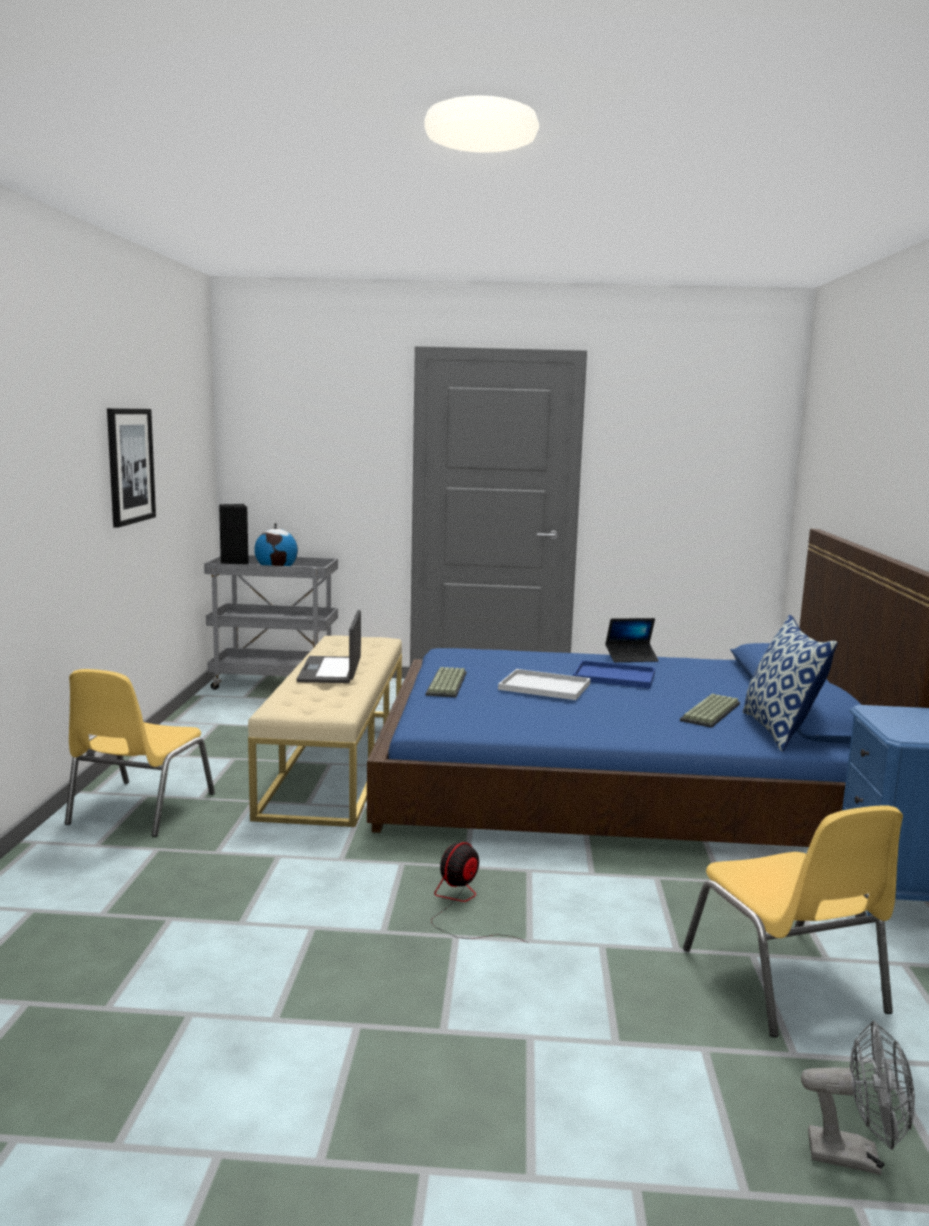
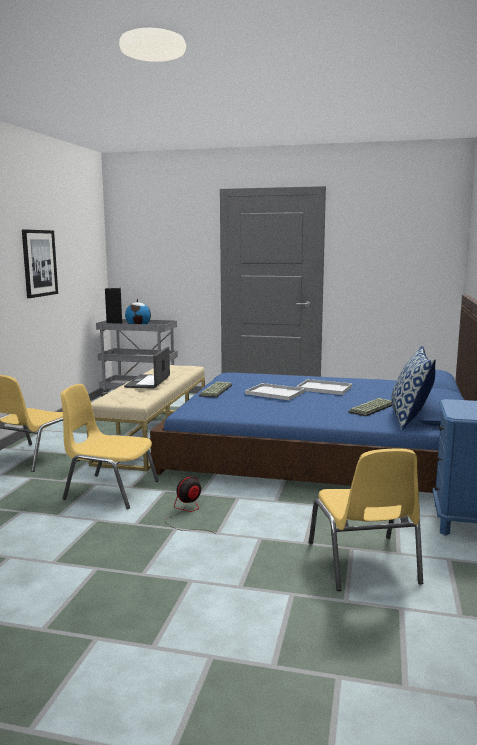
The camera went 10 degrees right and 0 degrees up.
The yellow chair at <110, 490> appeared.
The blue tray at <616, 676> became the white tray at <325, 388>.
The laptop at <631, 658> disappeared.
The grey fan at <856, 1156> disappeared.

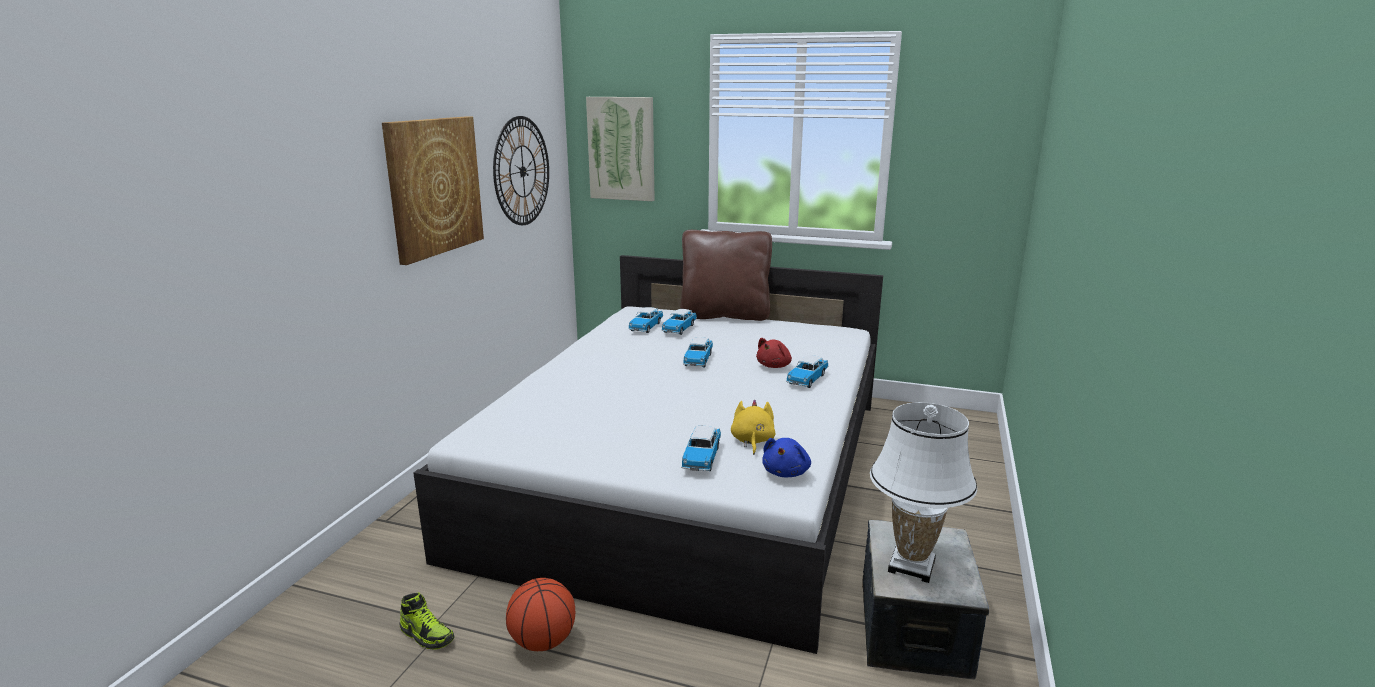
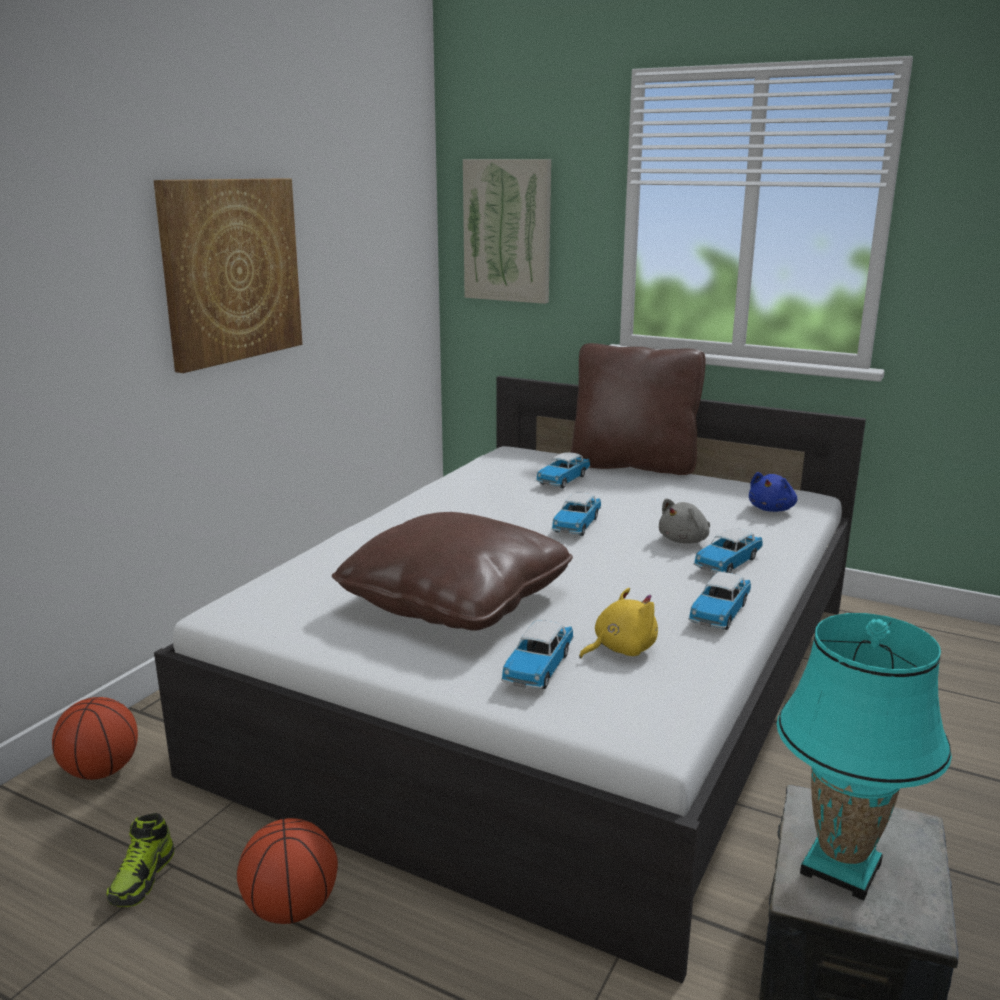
The camera went 10 degrees right and 0 degrees up.
The basketball at <101, 771> appeared.
The shoe at <427, 635> turned 60 degrees clockwise.
The brown pillow at <455, 601> appeared.
The yellow plush toy at <752, 441> turned 45 degrees clockwise.
The red plush toy at <774, 366> became the grey plush toy at <685, 540>.
The toy car moved from <646, 327> to <719, 613>.
The blue plush toy moved from <786, 472> to <772, 509>.
The white table lamp at <911, 566> became the turquoise table lamp at <840, 868>.
The wall clock at <522, 171> disappeared.

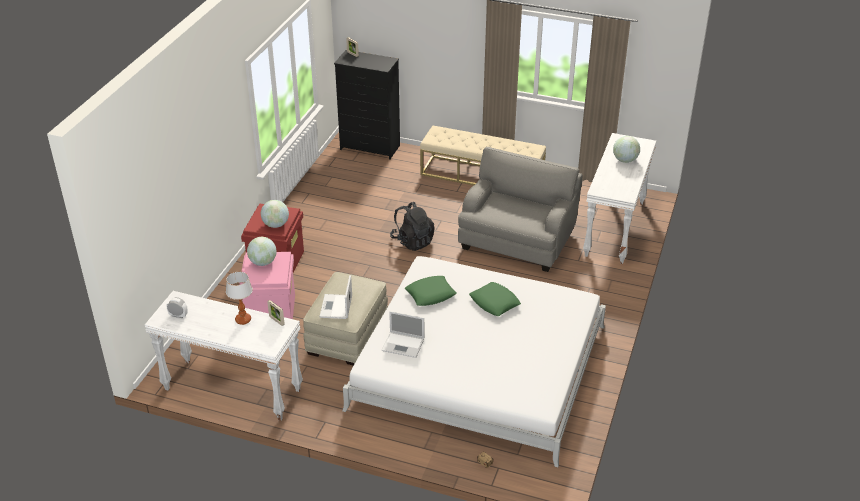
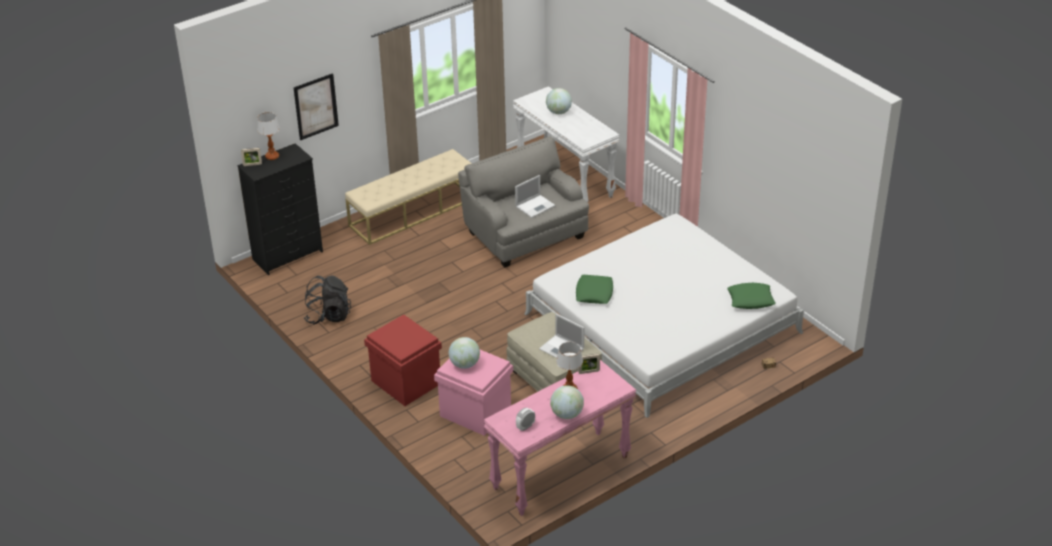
The camera went 55 degrees left and 0 degrees up.
The table lamp at <272, 157> appeared.
The picture at <316, 106> appeared.
The black backpack moved from <412, 241> to <328, 316>.
The white console table at <231, 390> became the pink console table at <561, 473>.
The laptop moved from <404, 345> to <536, 206>.
The globe moved from <276, 225> to <567, 414>.
The green pillow moved from <494, 302> to <750, 300>.

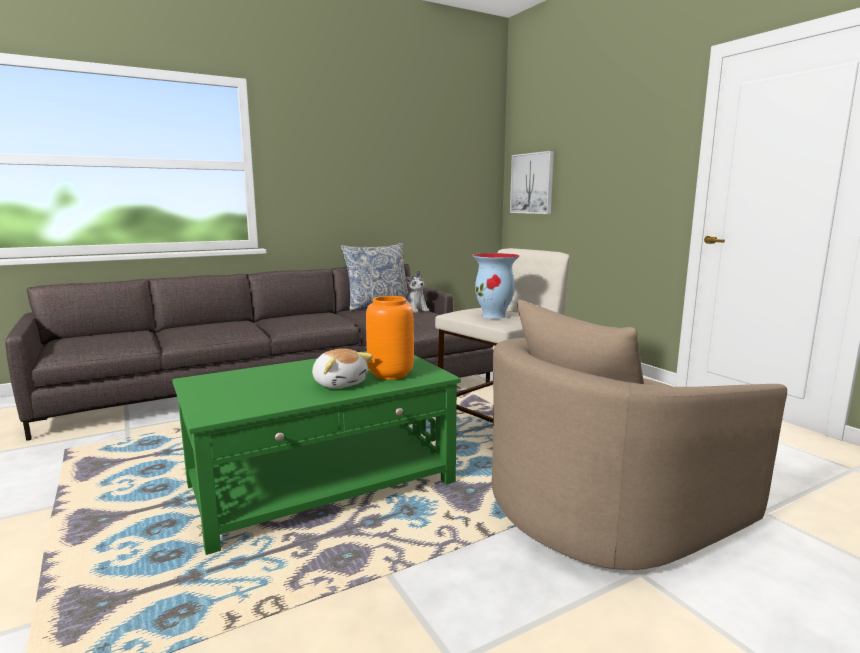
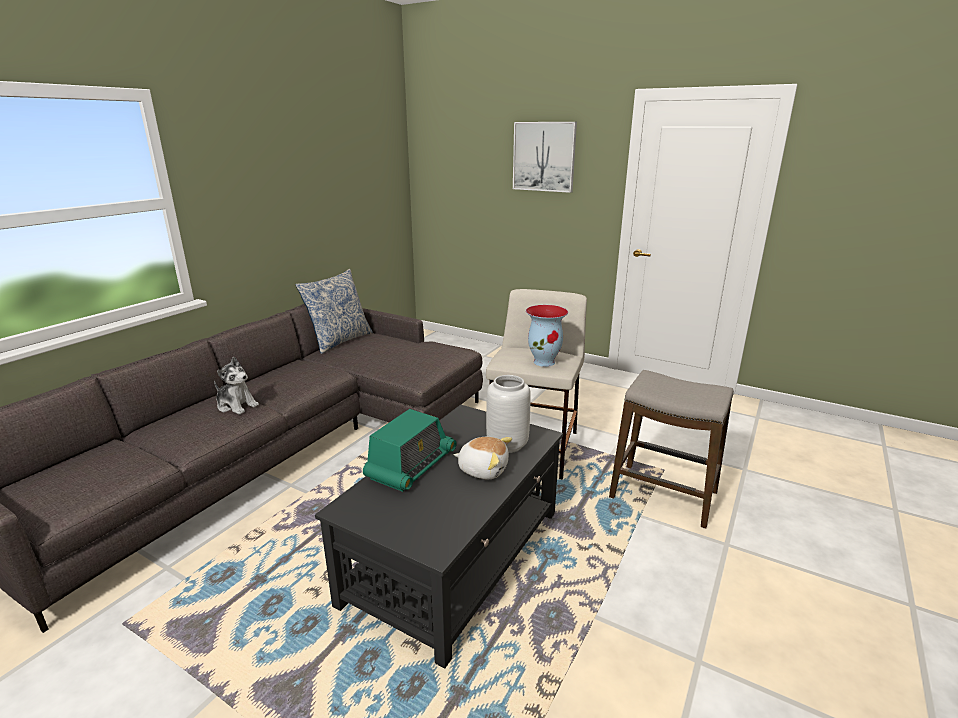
The camera went 30 degrees left and 10 degrees up.
The plush toy moved from <414, 310> to <236, 405>.
The green coffee table at <323, 484> became the black coffee table at <456, 555>.
The radio at <411, 466> appeared.
The orange vase at <391, 375> became the grey vase at <508, 445>.
The picture moved from <532, 183> to <544, 156>.
The beige armchair at <607, 504> was replaced by the stool at <663, 495>.

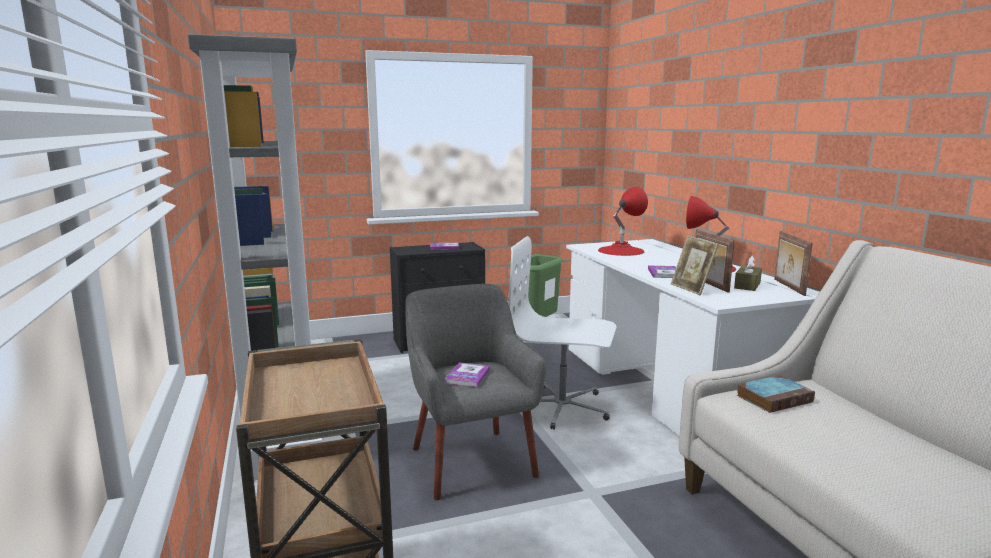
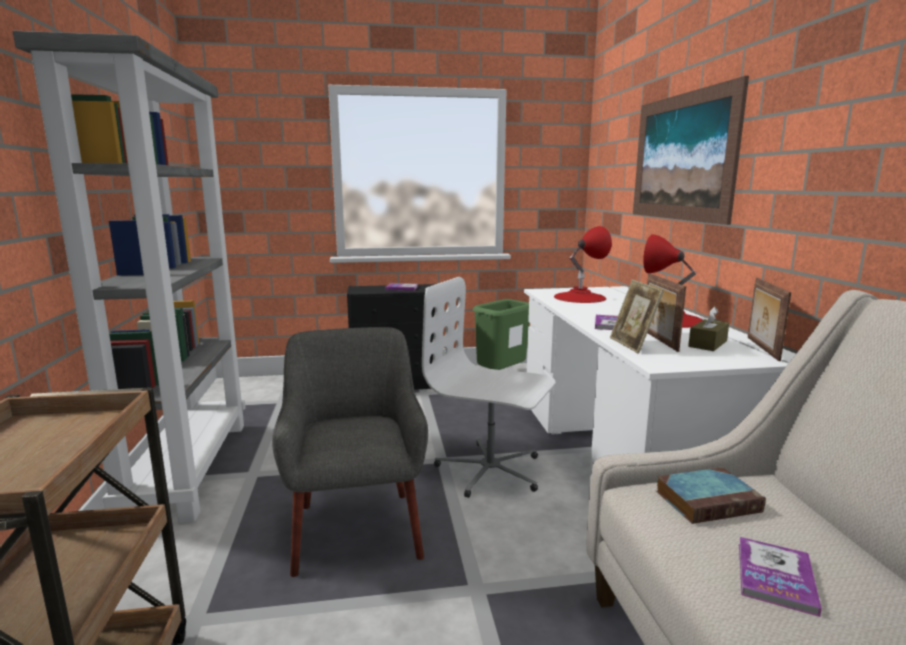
The camera went 10 degrees right and 0 degrees up.
The picture at <682, 157> appeared.
The book moved from <467, 376> to <775, 577>.

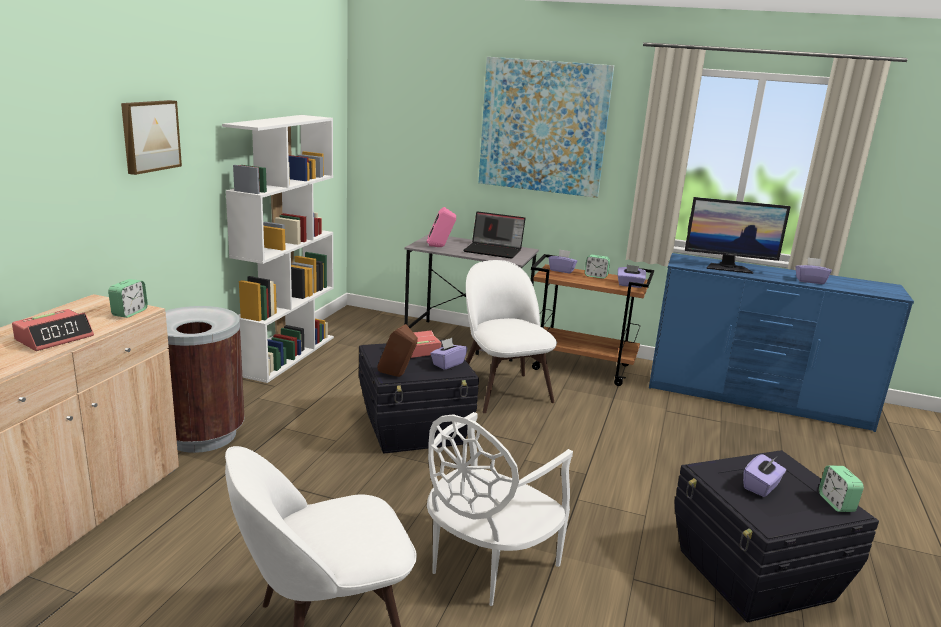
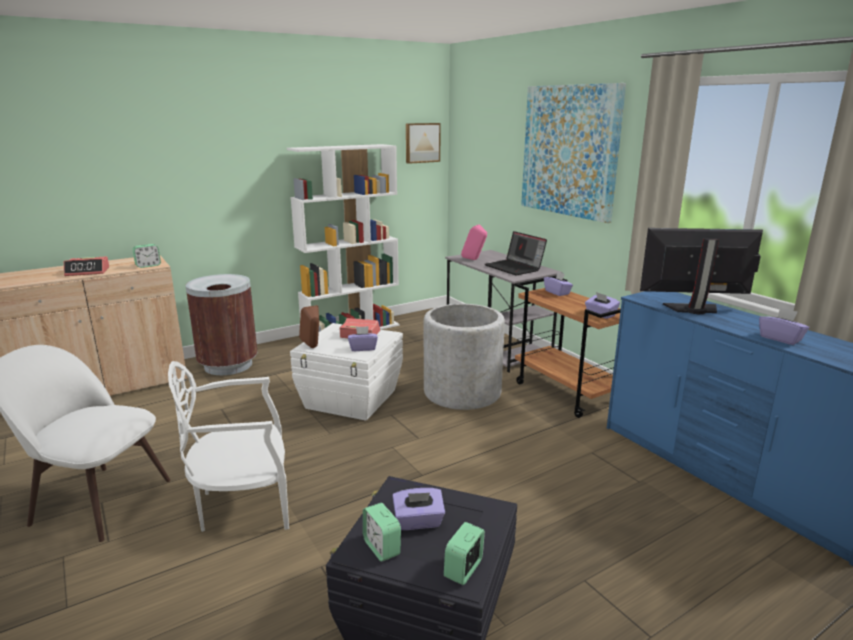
The camera went 40 degrees right and 0 degrees up.
The black storage box at <415, 429> became the white storage box at <351, 399>.
The alarm clock moved from <596, 276> to <381, 547>.
The picture moved from <149, 136> to <422, 142>.
The white chair at <503, 390> was replaced by the grey planter at <462, 392>.
The monitor at <728, 268> turned 135 degrees clockwise.

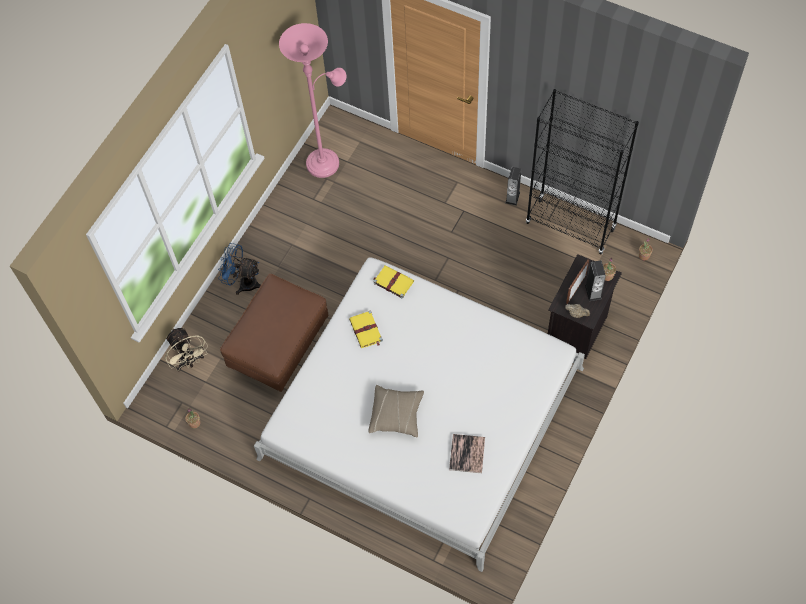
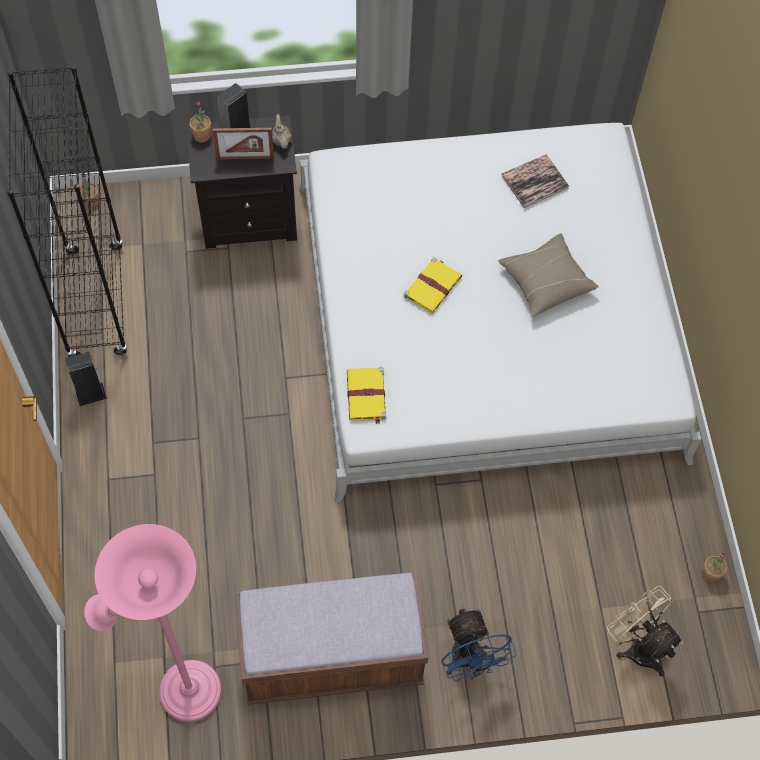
The camera went 130 degrees left and 0 degrees up.
The brown bench at <332, 657> appeared.
The yellow book moved from <366, 331> to <433, 286>.
The beige fan at <189, 362> turned 60 degrees counterclockwise.
The brown ottoman at <279, 346> disappeared.

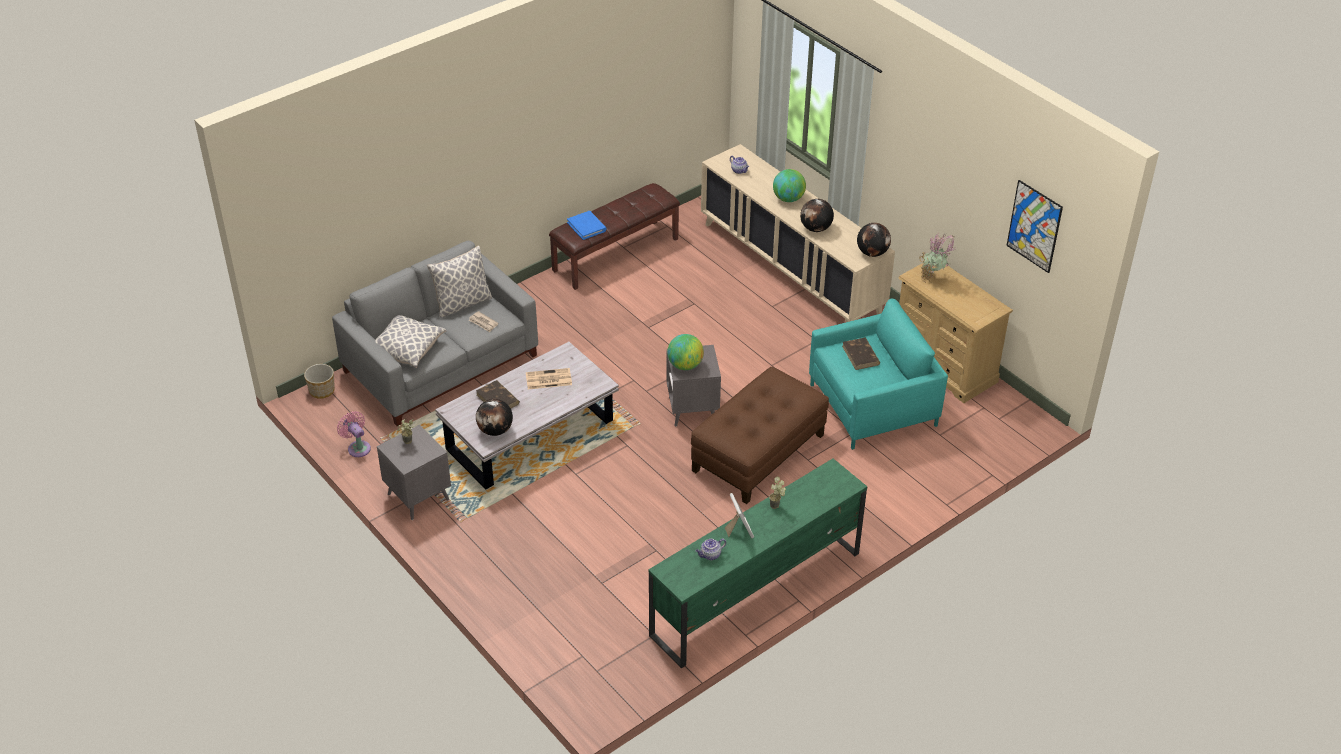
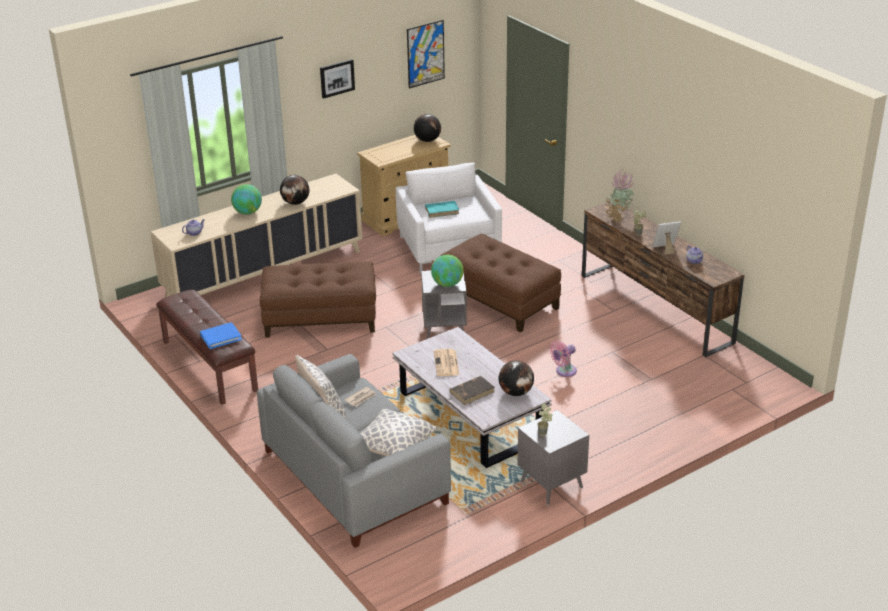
The camera went 85 degrees left and 10 degrees down.
The brown ottoman at <320, 318> appeared.
The picture at <337, 78> appeared.
The turquoise armchair at <872, 405> became the white armchair at <448, 248>.
The globe moved from <872, 253> to <427, 140>.
The brown book at <861, 356> became the turquoise book at <442, 210>.
The pink fan moved from <358, 447> to <564, 371>.
The green tv stand at <755, 594> became the brown tv stand at <655, 309>.
The potted plant moved from <933, 279> to <617, 218>.
The planter at <322, 390> disappeared.

